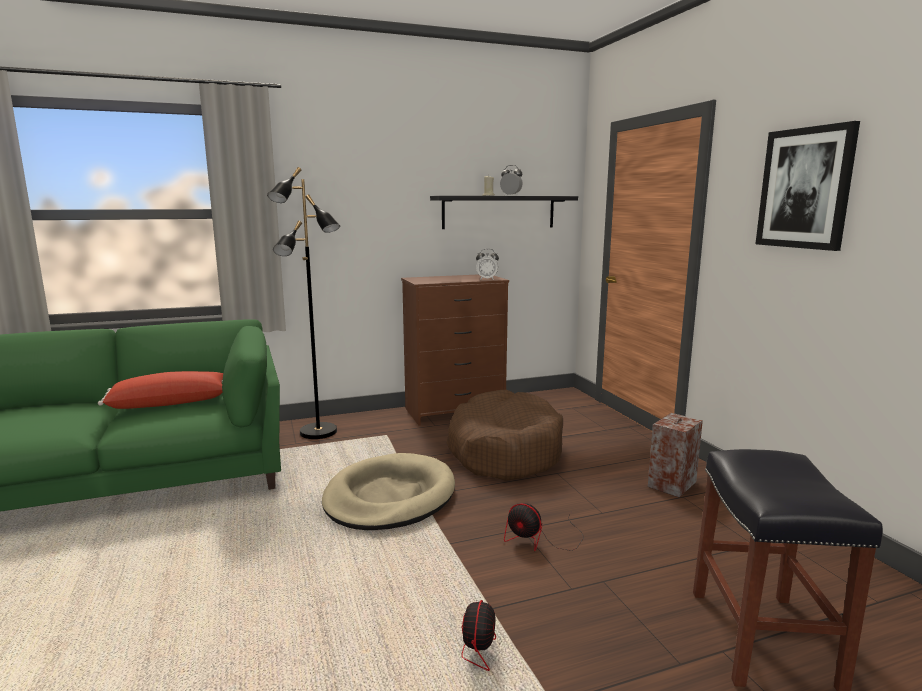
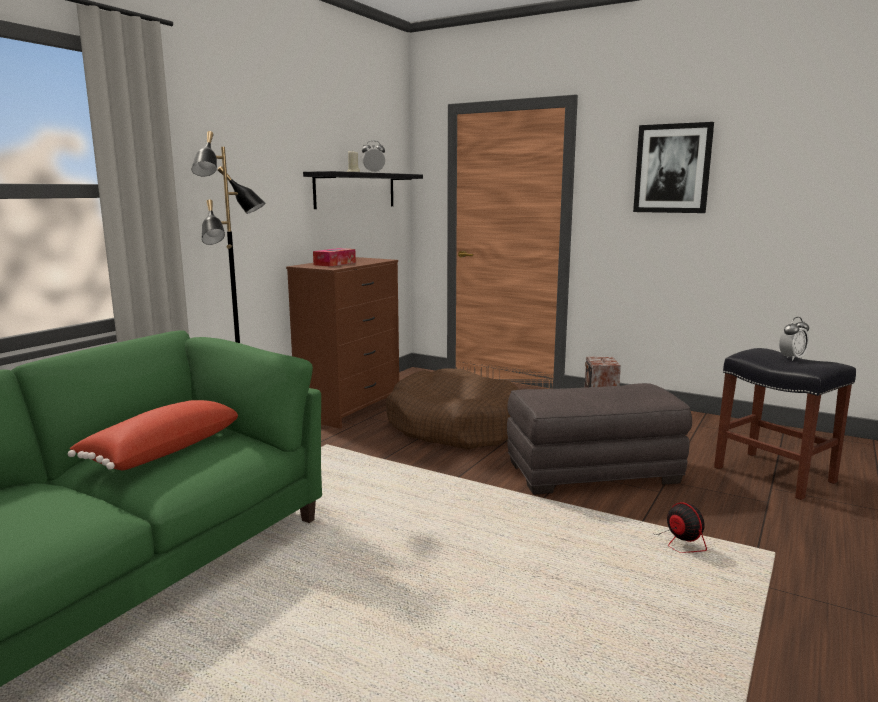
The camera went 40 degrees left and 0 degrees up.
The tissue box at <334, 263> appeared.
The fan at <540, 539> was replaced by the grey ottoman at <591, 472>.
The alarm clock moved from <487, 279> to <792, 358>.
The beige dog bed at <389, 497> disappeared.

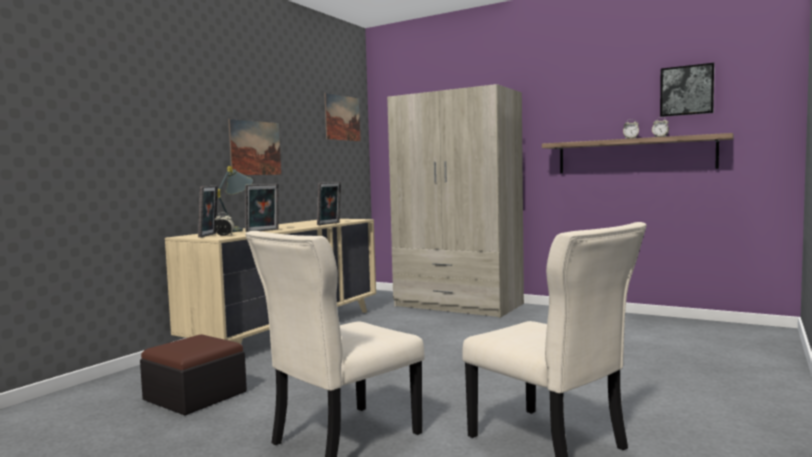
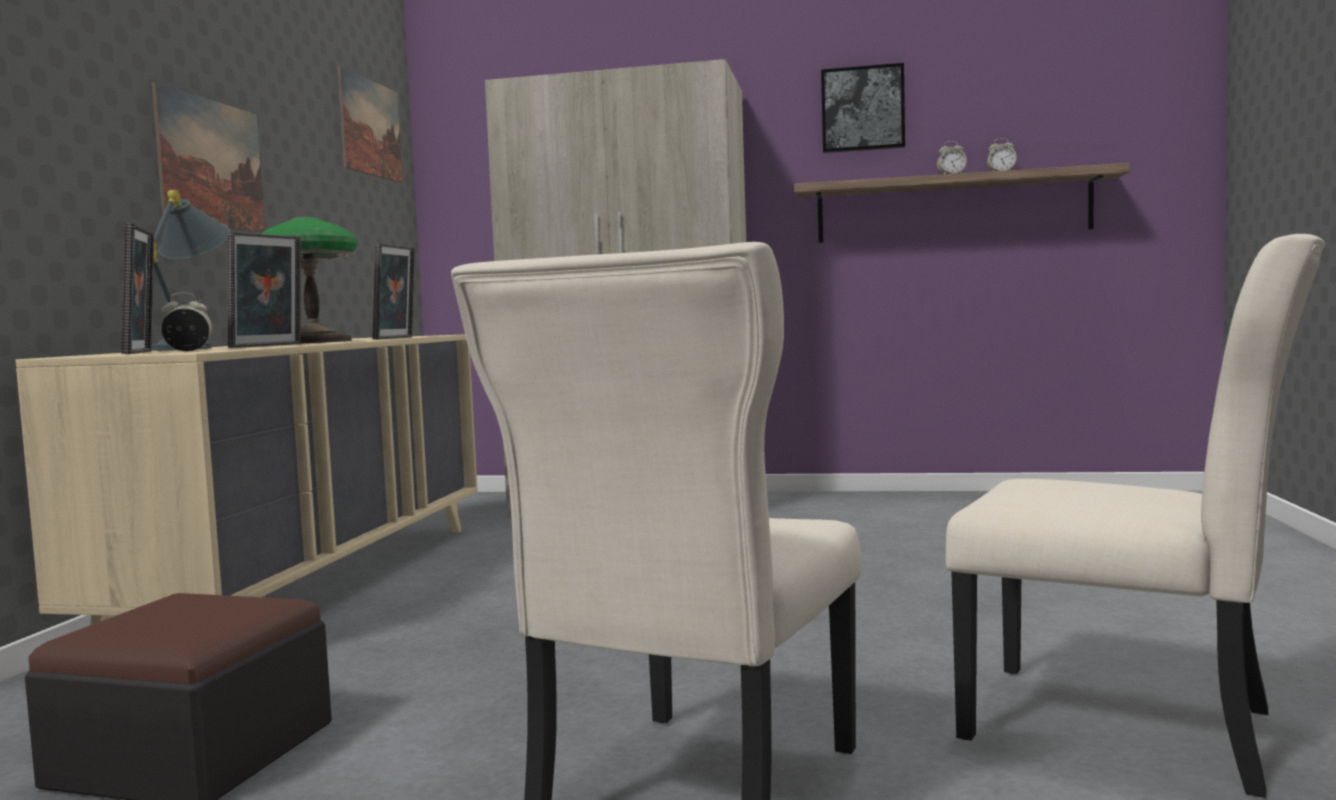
The camera went 20 degrees left and 0 degrees up.
The table lamp at <314, 342> appeared.
The picture moved from <687, 90> to <862, 109>.

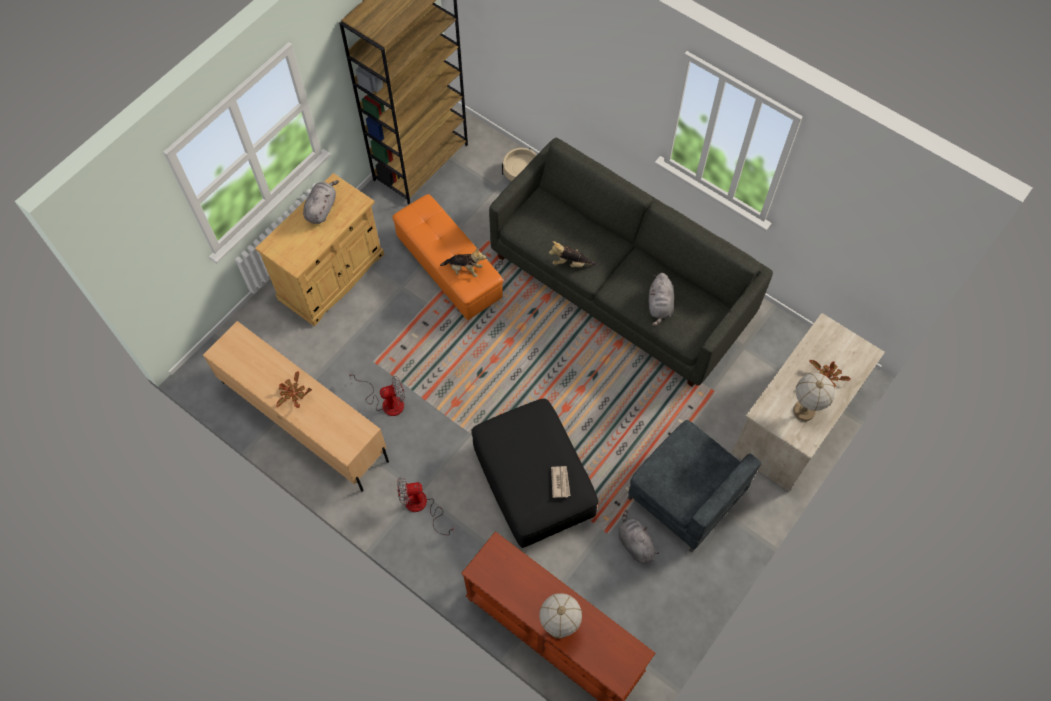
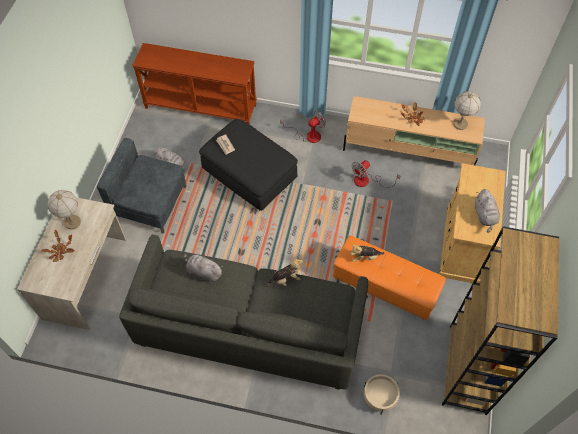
The camera went 155 degrees right and 5 degrees down.
The grey plush toy at <659, 305> turned 45 degrees counterclockwise.
The table lamp moved from <558, 626> to <460, 124>.

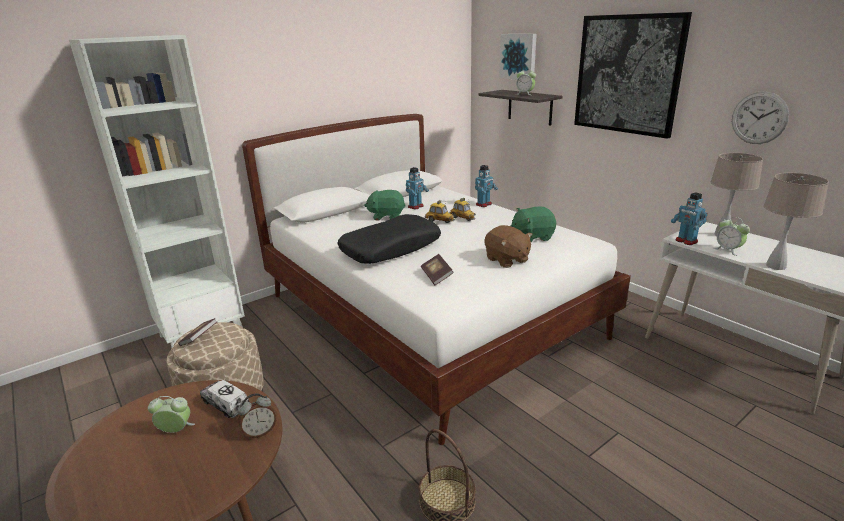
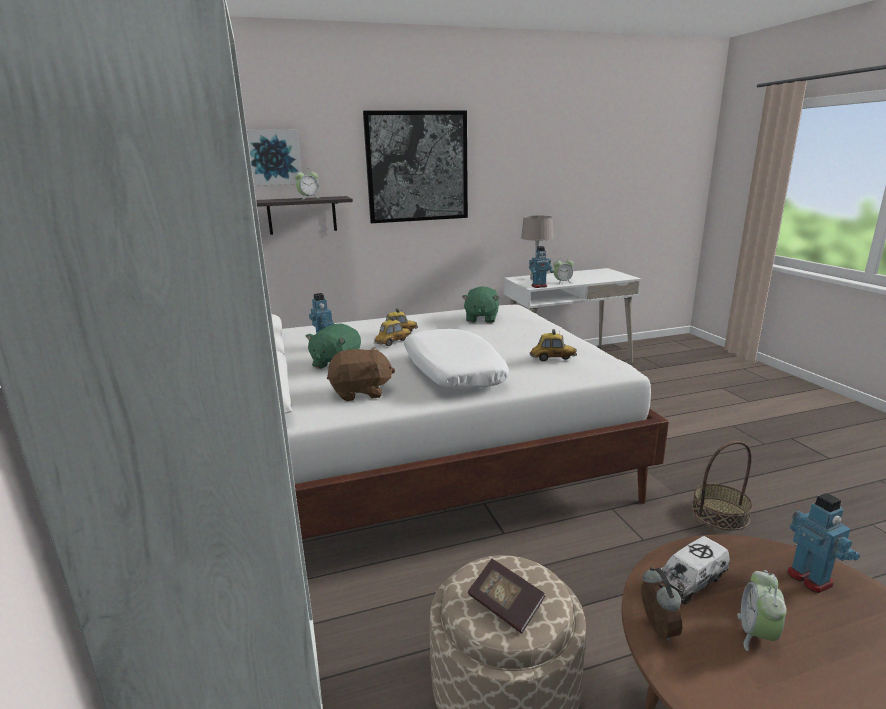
The camera went 70 degrees left and 5 degrees down.
The brown plush toy moved from <506, 260> to <361, 392>.
The black pillow at <390, 248> became the white pillow at <452, 371>.
The book at <436, 276> was replaced by the toy car at <552, 359>.
The alarm clock moved from <260, 432> to <656, 629>.
The toy robot moved from <484, 204> to <810, 578>.
The wall clock at <759, 118> disappeared.
The beige table lamp at <776, 266> disappeared.

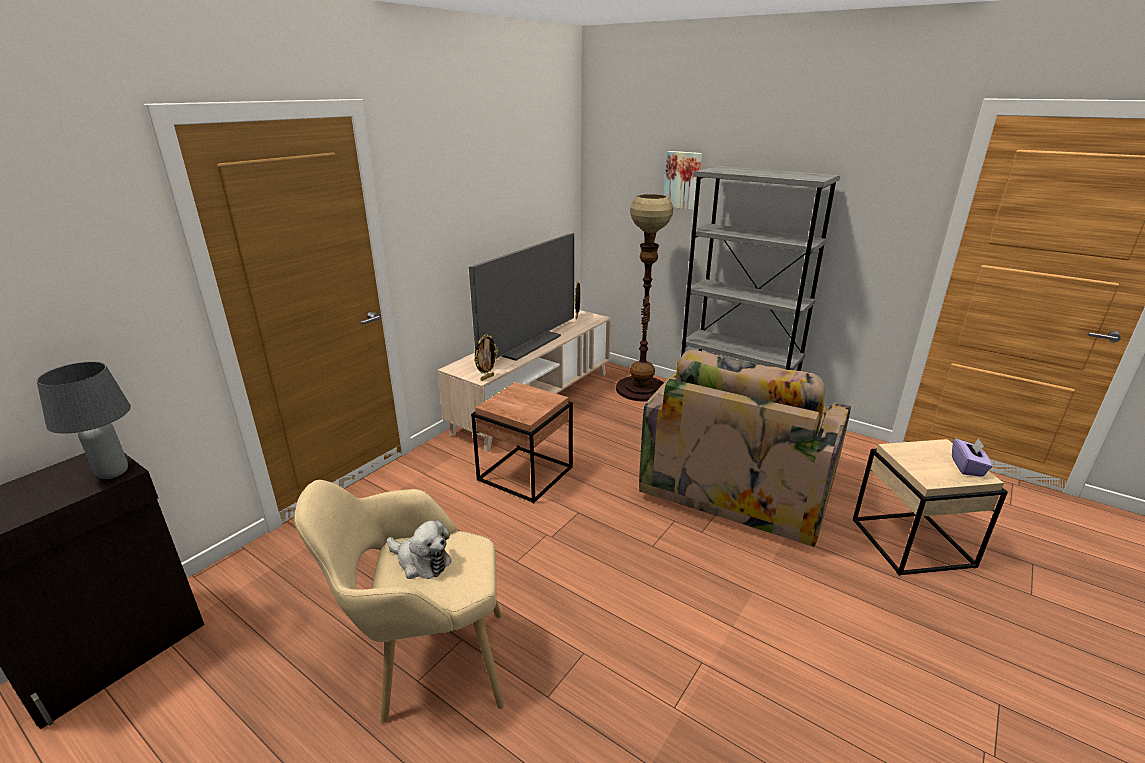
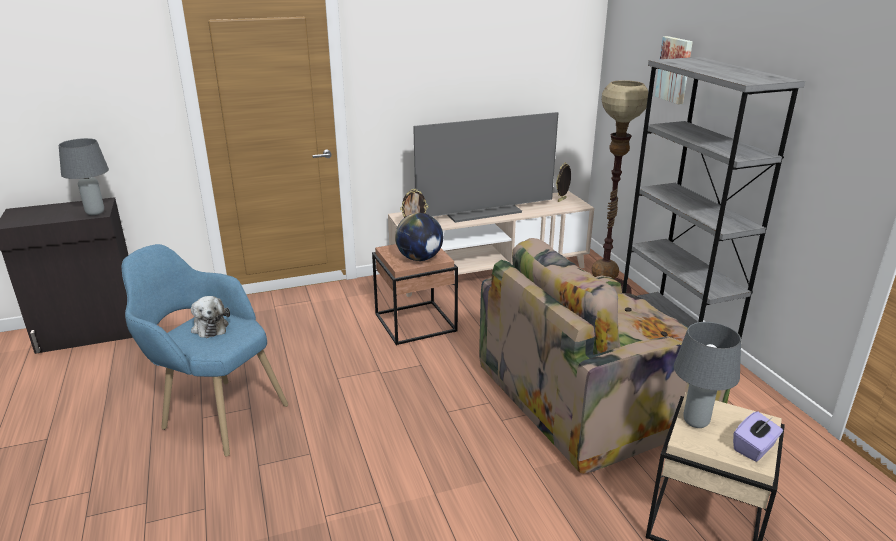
The camera went 35 degrees right and 0 degrees up.
The beige armchair at <425, 666> became the blue armchair at <214, 412>.
The globe at <419, 258> appeared.
The grey table lamp at <696, 422> appeared.

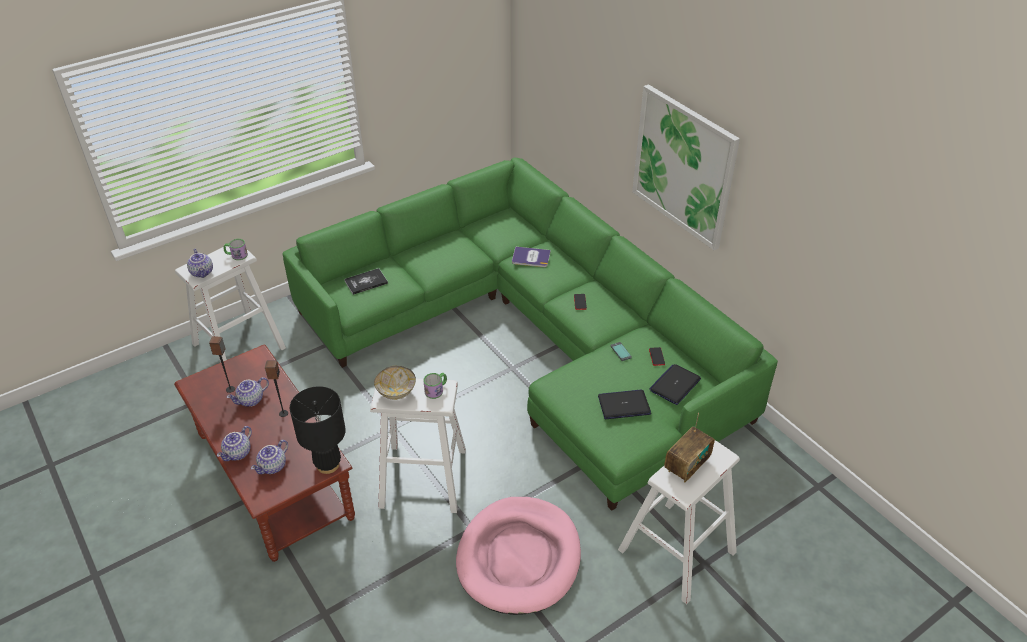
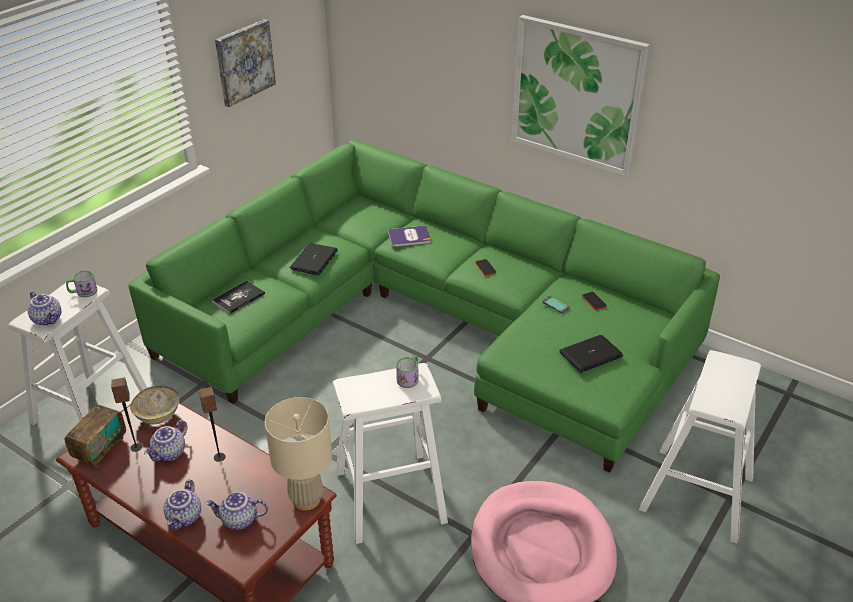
The camera went 20 degrees left and 5 degrees down.
The radio moved from <686, 465> to <100, 449>.
The bowl moved from <396, 392> to <158, 416>.
The teapot at <273, 467> turned 75 degrees clockwise.
The picture at <244, 62> appeared.
The black table lamp at <328, 464> became the beige table lamp at <306, 499>.
The laptop moved from <675, 385> to <314, 260>.

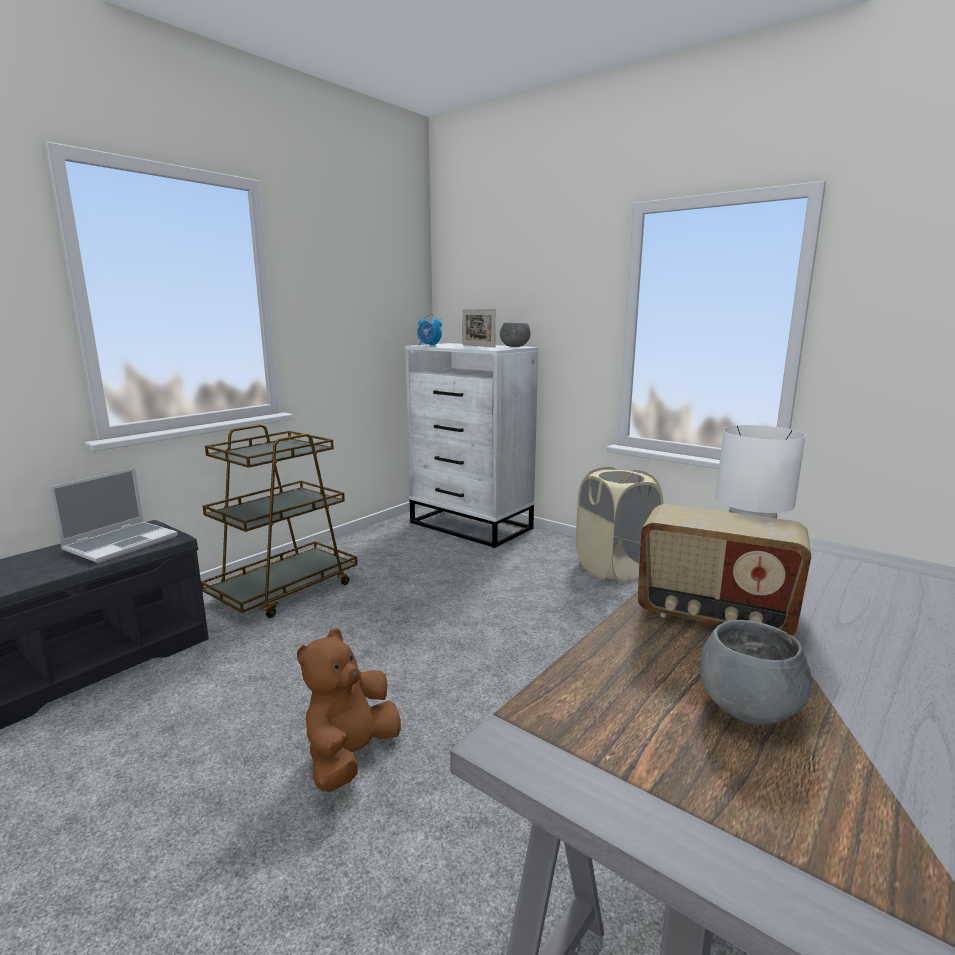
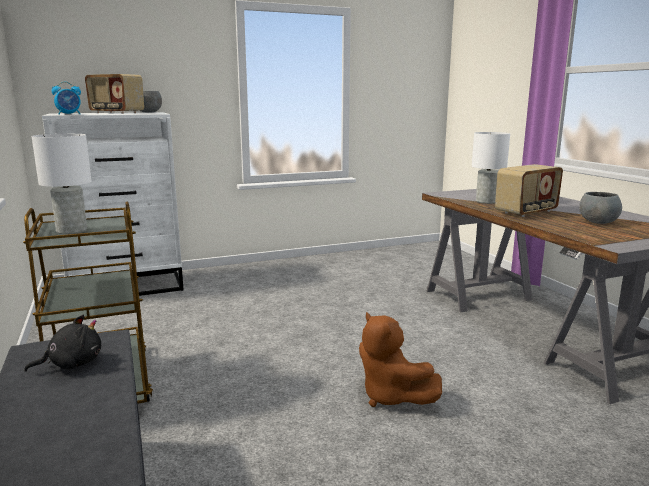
The camera went 60 degrees left and 0 degrees up.
The laptop at <122, 543> was replaced by the black plush toy at <72, 364>.
The white table lamp at <71, 231> appeared.
The picture frame at <478, 346> was replaced by the radio at <116, 113>.
The beige laundry basket at <615, 569> disappeared.

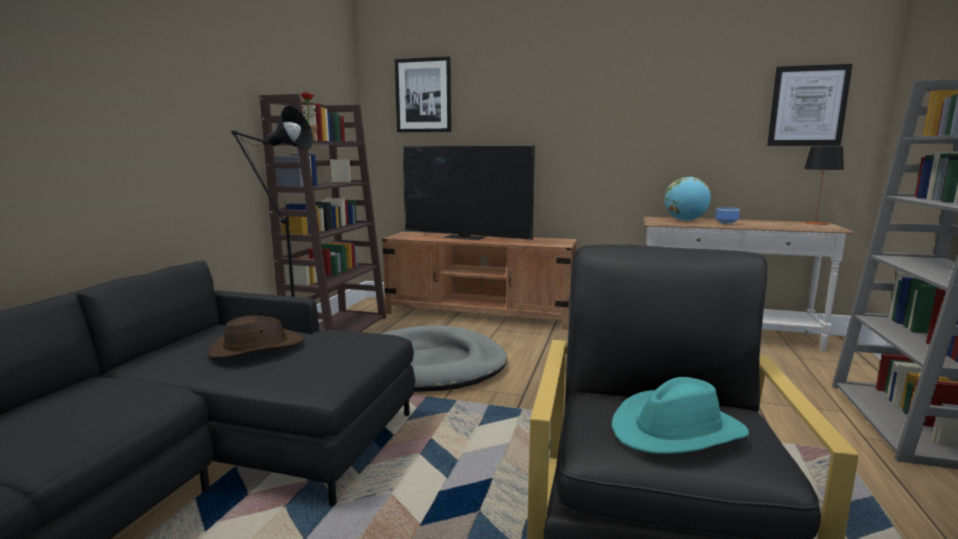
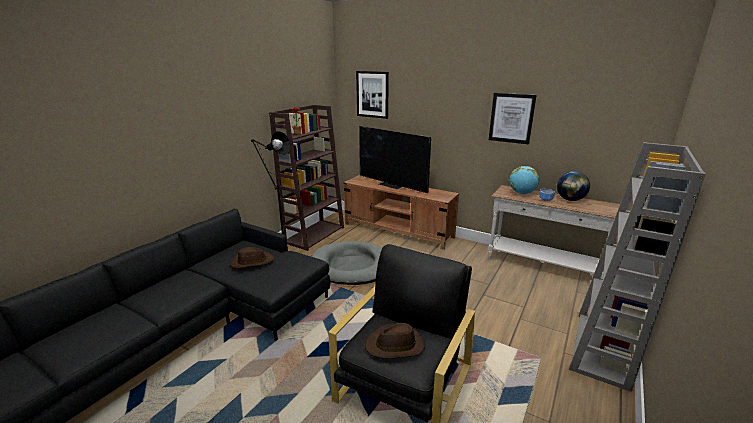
The camera went 15 degrees right and 10 degrees up.
The turquoise hat at <677, 431> became the brown hat at <395, 345>.
The picture moved from <807, 106> to <511, 118>.
The globe at <570, 200> appeared.
The table lamp at <815, 223> disappeared.

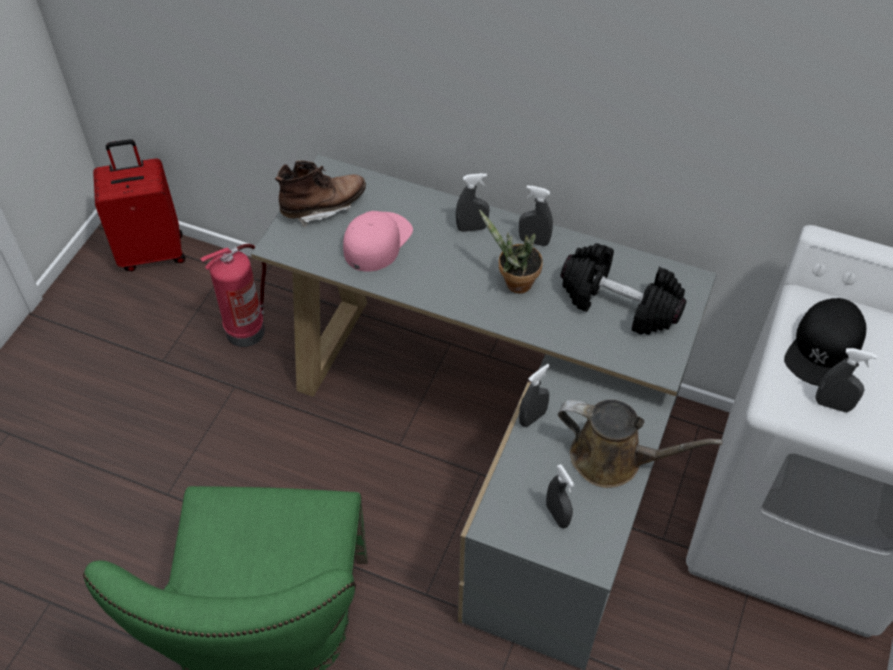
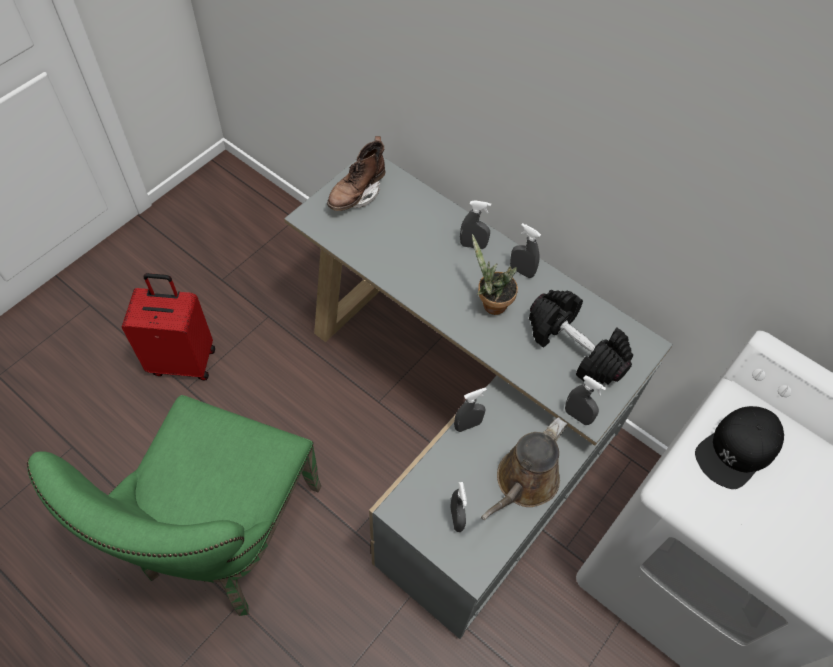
The camera went 15 degrees right and 5 degrees up.
The red suitcase moved from <152, 251> to <183, 360>.
The brown boot at <323, 207> turned 135 degrees clockwise.
The brown watering can at <613, 459> turned 90 degrees clockwise.
The grey spray bottle moved from <832, 405> to <577, 416>.
The fire extinguisher at <246, 329> disappeared.
The pink cap at <377, 241> disappeared.

